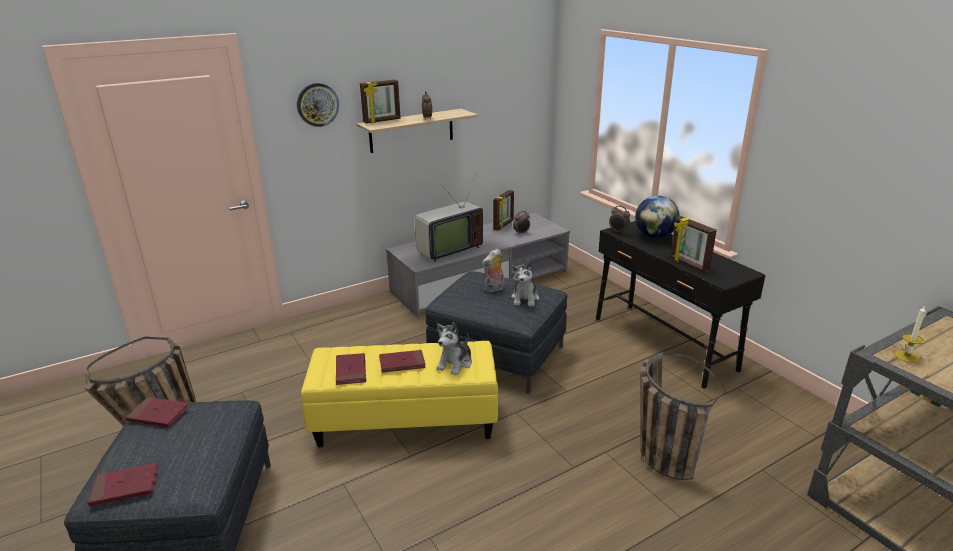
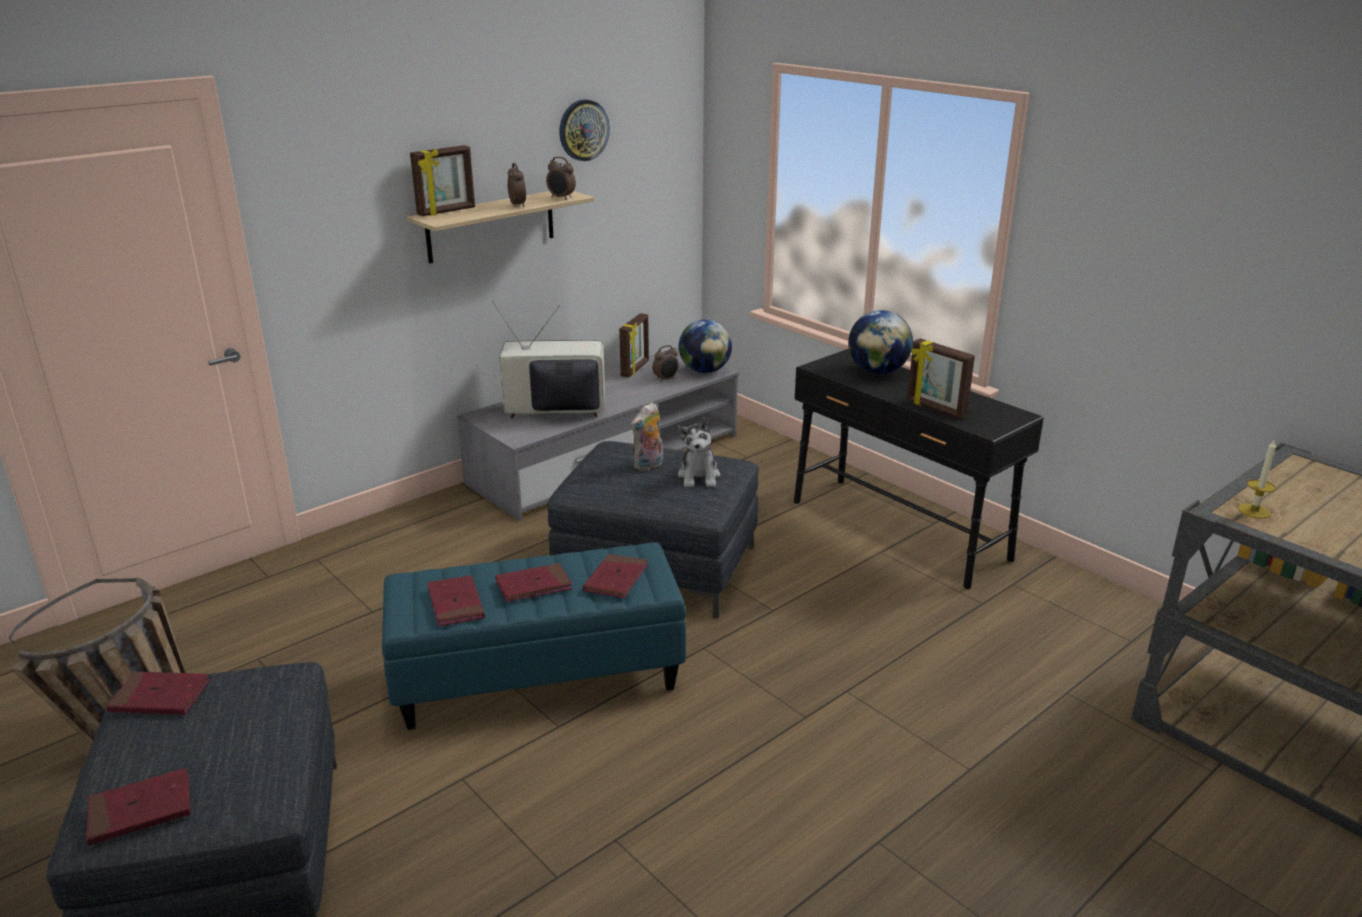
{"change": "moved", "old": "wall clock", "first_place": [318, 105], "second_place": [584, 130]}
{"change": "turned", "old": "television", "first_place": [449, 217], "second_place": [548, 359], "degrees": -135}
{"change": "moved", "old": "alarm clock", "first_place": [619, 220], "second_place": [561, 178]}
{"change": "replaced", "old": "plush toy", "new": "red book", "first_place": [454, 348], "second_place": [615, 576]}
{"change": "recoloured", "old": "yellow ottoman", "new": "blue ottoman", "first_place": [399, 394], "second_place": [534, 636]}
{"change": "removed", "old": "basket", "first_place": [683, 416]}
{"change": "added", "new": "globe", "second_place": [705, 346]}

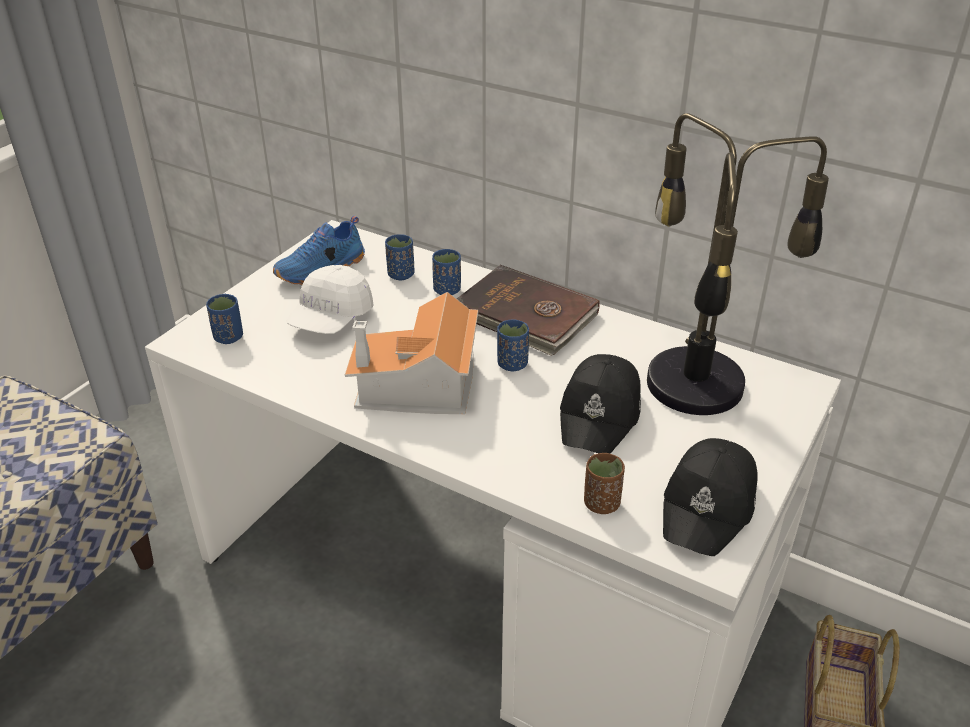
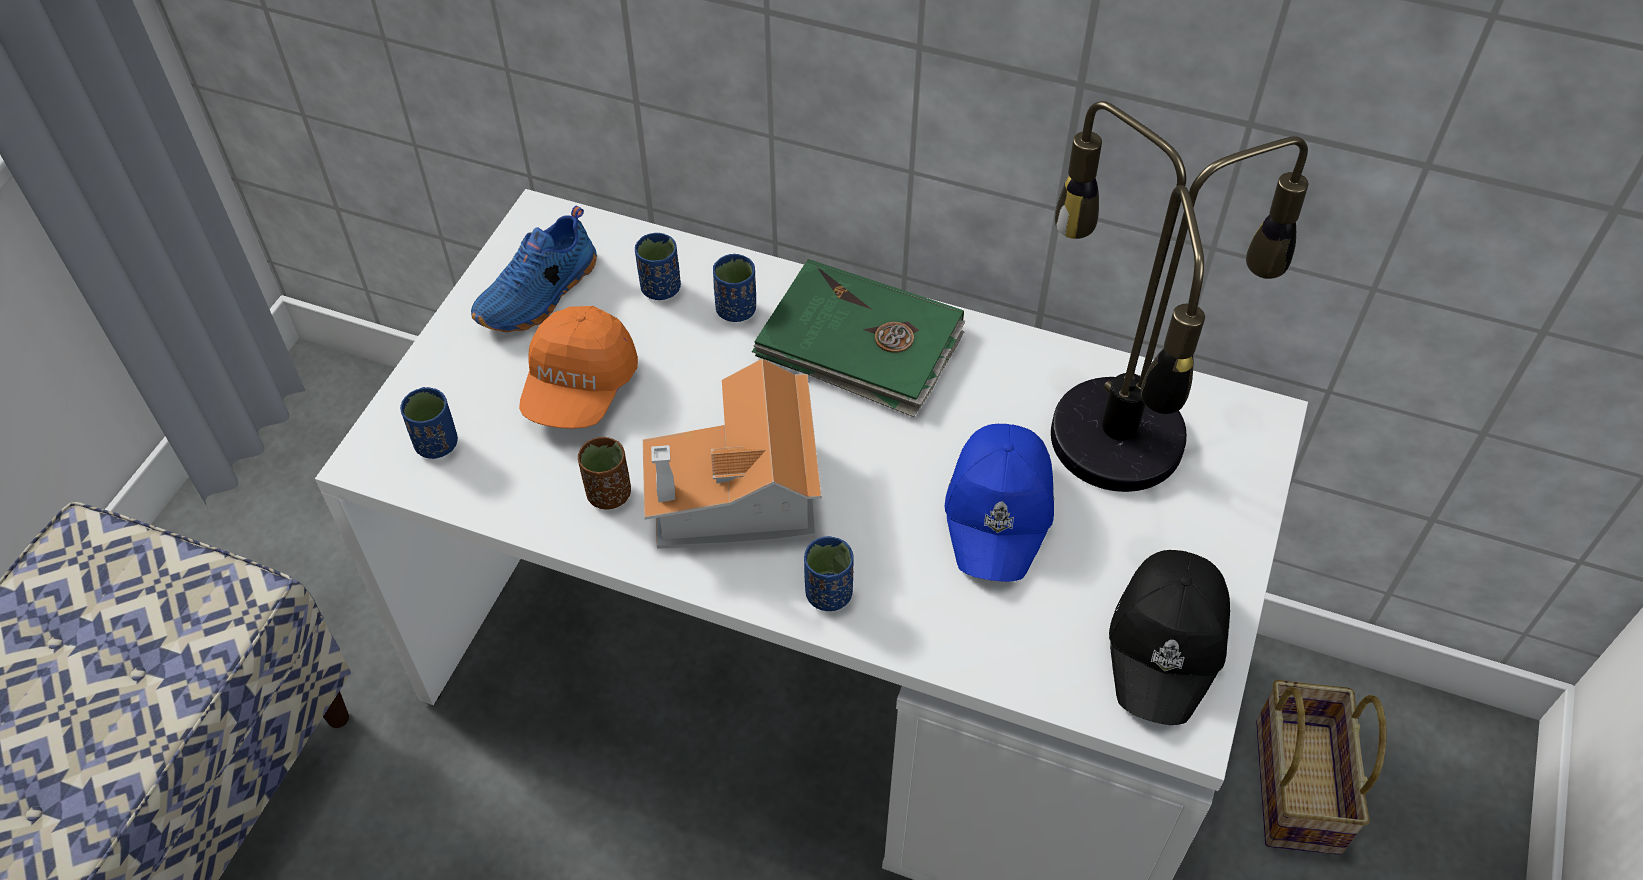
{"change": "recoloured", "old": "white cap", "new": "orange cap", "first_place": [330, 299], "second_place": [578, 367]}
{"change": "recoloured", "old": "brown book", "new": "green book", "first_place": [528, 310], "second_place": [858, 338]}
{"change": "moved", "old": "blue cup", "first_place": [513, 345], "second_place": [829, 573]}
{"change": "recoloured", "old": "black cap", "new": "blue cap", "first_place": [600, 403], "second_place": [999, 503]}
{"change": "moved", "old": "brown cup", "first_place": [604, 483], "second_place": [604, 473]}

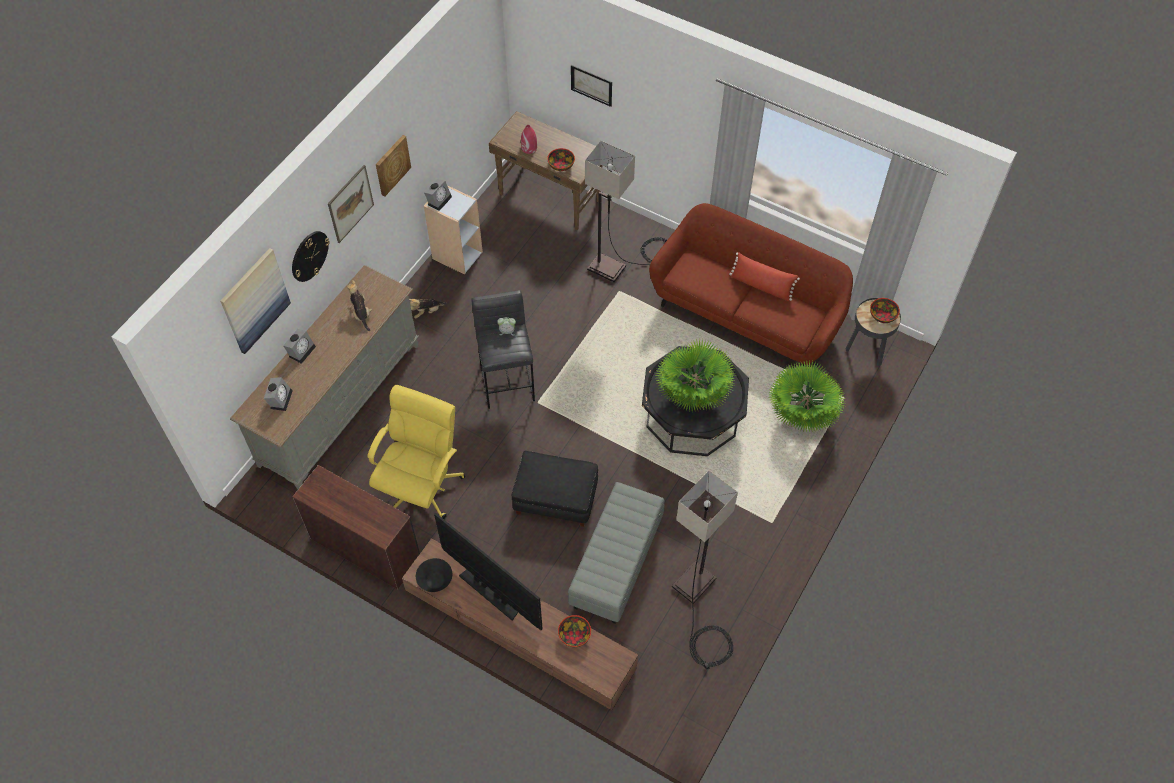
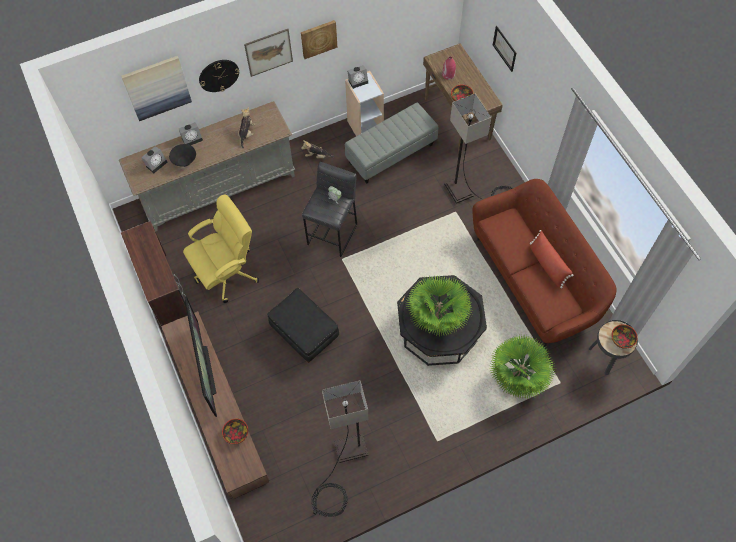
{"change": "moved", "old": "grey ottoman", "first_place": [616, 553], "second_place": [391, 143]}
{"change": "moved", "old": "black bowl", "first_place": [434, 575], "second_place": [182, 155]}

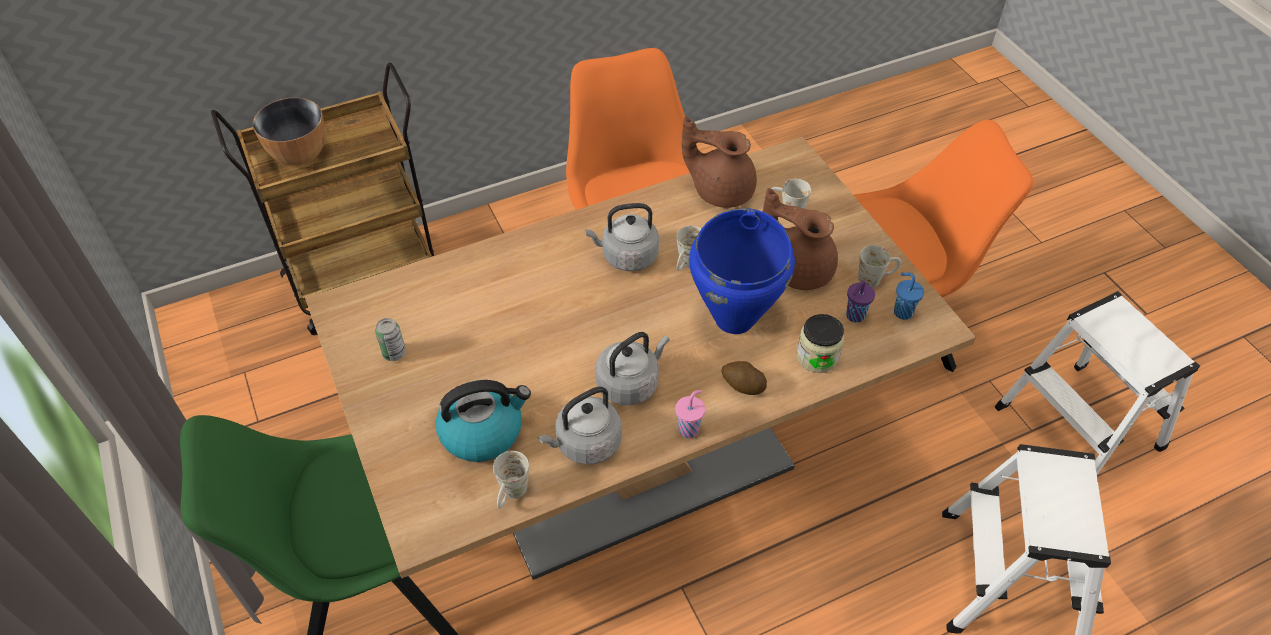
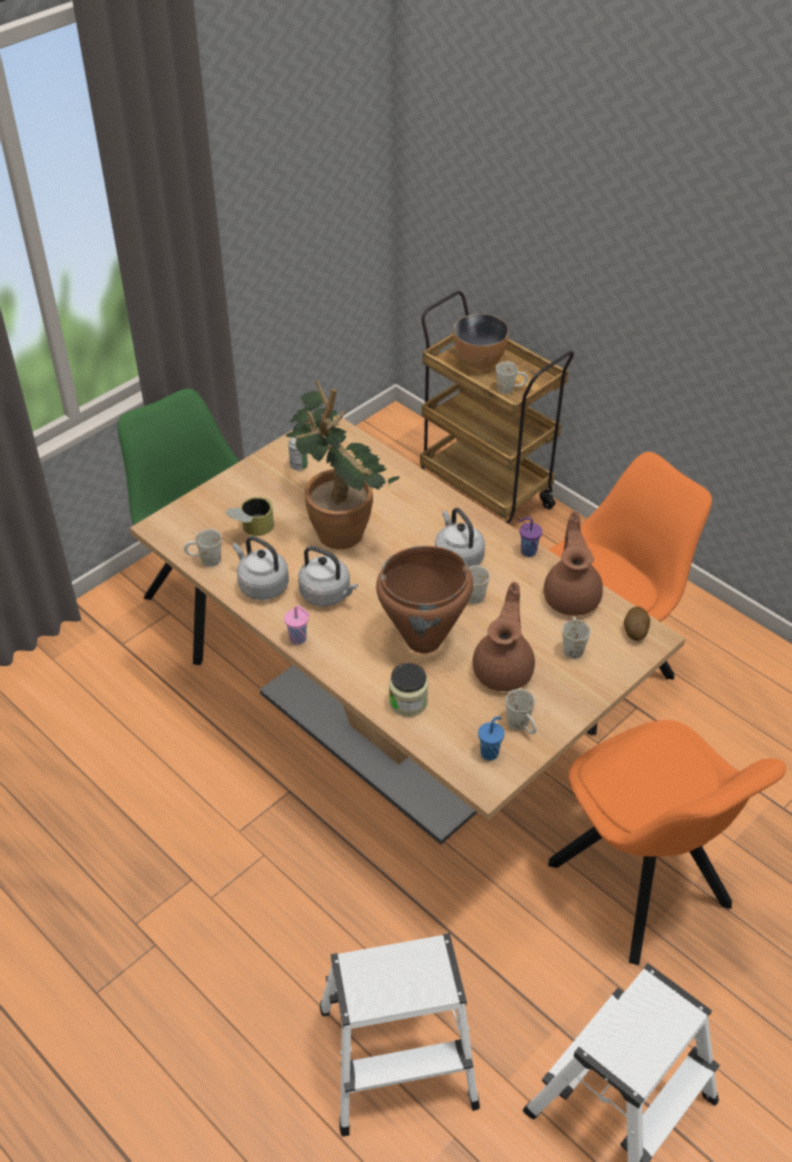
{"change": "recoloured", "old": "blue cooking pot", "new": "brown cooking pot", "first_place": [742, 271], "second_place": [424, 599]}
{"change": "moved", "old": "purple cup", "first_place": [860, 301], "second_place": [530, 537]}
{"change": "moved", "old": "potato", "first_place": [744, 378], "second_place": [637, 623]}
{"change": "replaced", "old": "kettle", "new": "can", "first_place": [483, 421], "second_place": [249, 516]}
{"change": "added", "new": "white mug", "second_place": [512, 378]}
{"change": "added", "new": "potted plant", "second_place": [342, 464]}

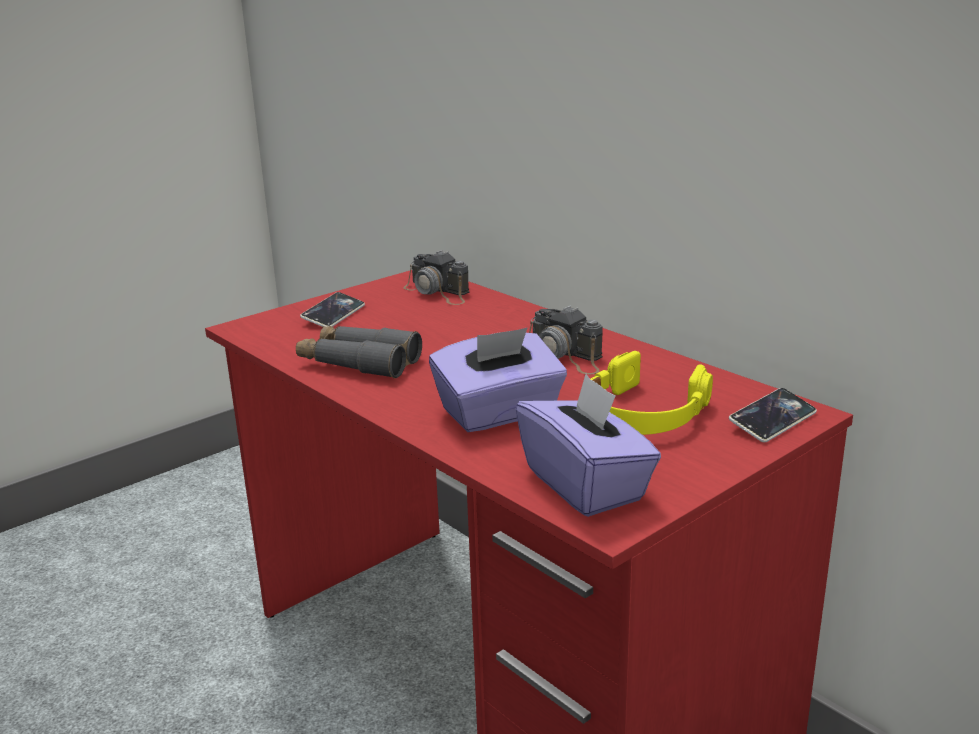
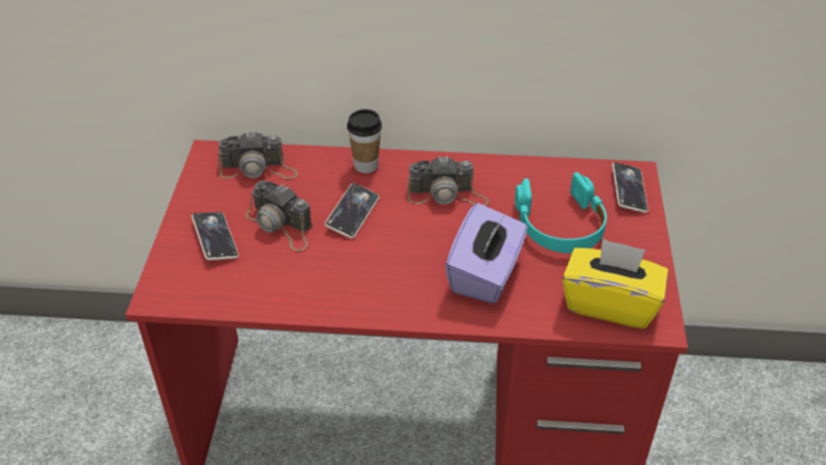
{"change": "removed", "old": "grey binoculars", "first_place": [359, 352]}
{"change": "recoloured", "old": "yellow headphones", "new": "turquoise headphones", "first_place": [651, 393], "second_place": [561, 212]}
{"change": "recoloured", "old": "purple tissue box", "new": "yellow tissue box", "first_place": [588, 445], "second_place": [615, 283]}
{"change": "added", "new": "cup", "second_place": [364, 141]}
{"change": "added", "new": "photo camera", "second_place": [278, 216]}
{"change": "added", "new": "phone", "second_place": [352, 211]}

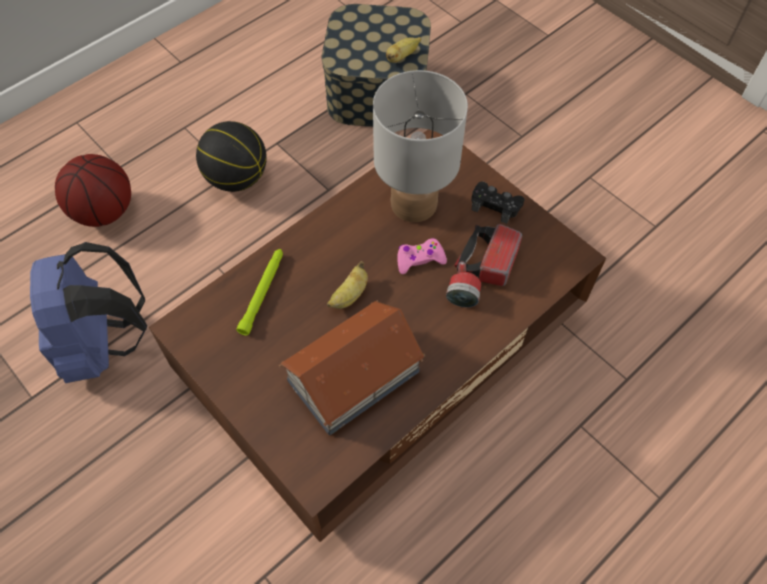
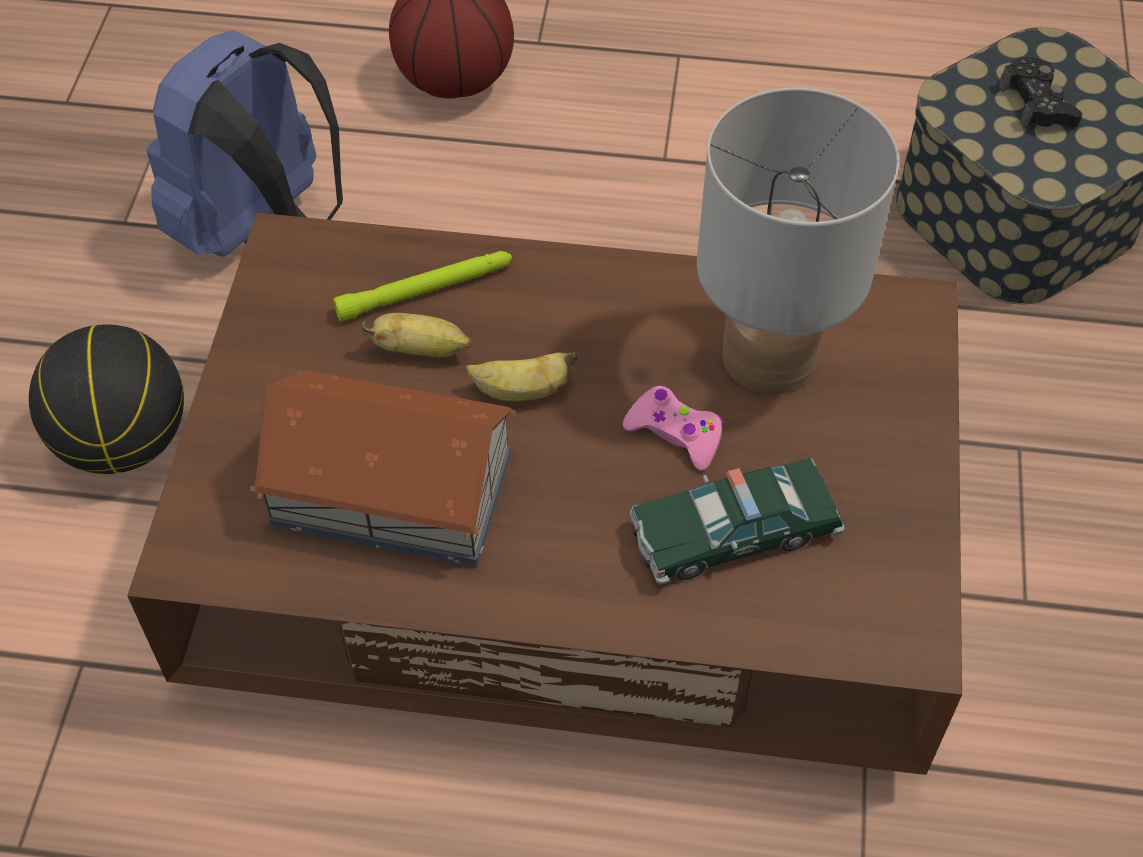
{"change": "moved", "old": "banana", "first_place": [403, 50], "second_place": [416, 335]}
{"change": "moved", "old": "basketball", "first_place": [231, 156], "second_place": [106, 399]}
{"change": "moved", "old": "black game controller", "first_place": [497, 202], "second_place": [1040, 93]}
{"change": "replaced", "old": "flashlight", "new": "toy car", "first_place": [484, 265], "second_place": [737, 521]}

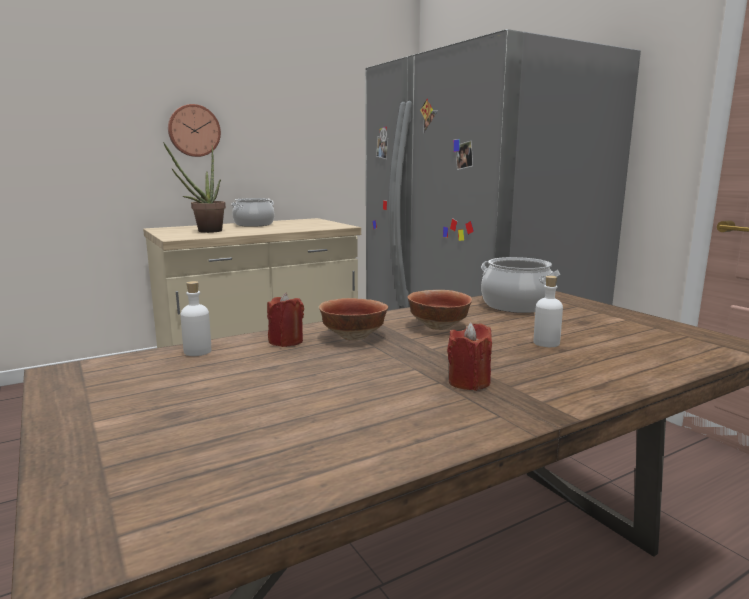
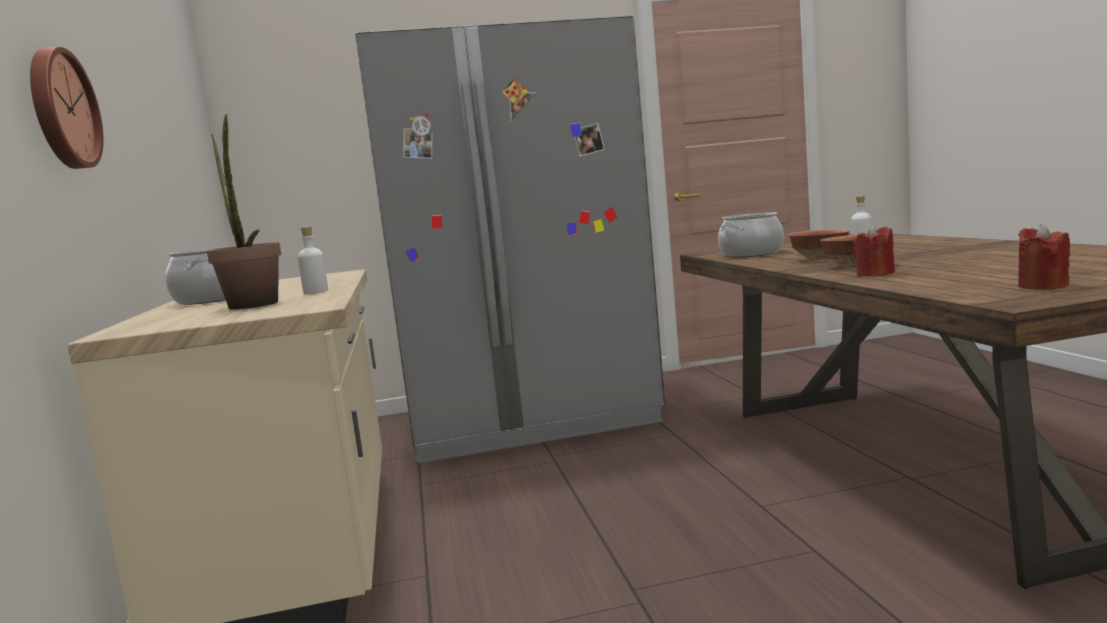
{"change": "moved", "old": "white bottle", "first_place": [196, 318], "second_place": [313, 260]}
{"change": "moved", "old": "red candle", "first_place": [469, 356], "second_place": [1044, 257]}

